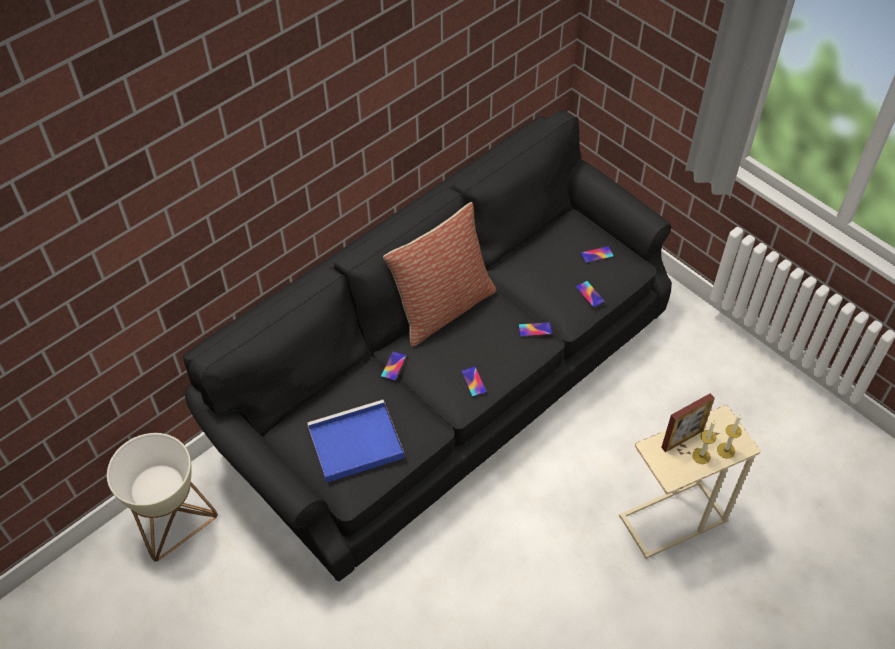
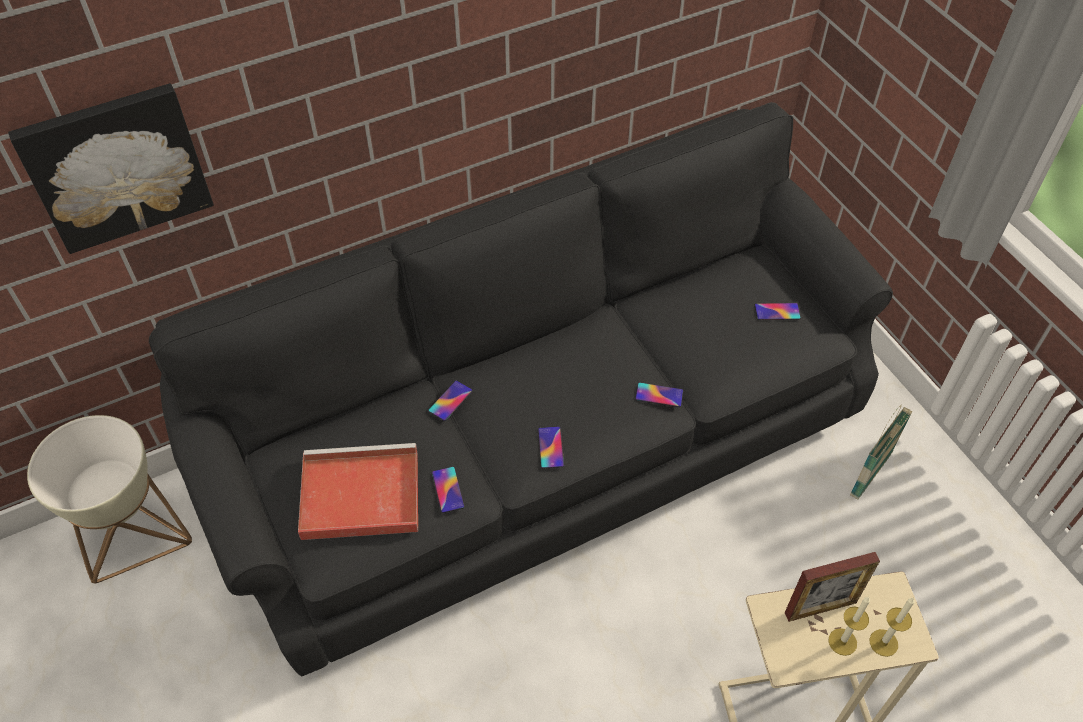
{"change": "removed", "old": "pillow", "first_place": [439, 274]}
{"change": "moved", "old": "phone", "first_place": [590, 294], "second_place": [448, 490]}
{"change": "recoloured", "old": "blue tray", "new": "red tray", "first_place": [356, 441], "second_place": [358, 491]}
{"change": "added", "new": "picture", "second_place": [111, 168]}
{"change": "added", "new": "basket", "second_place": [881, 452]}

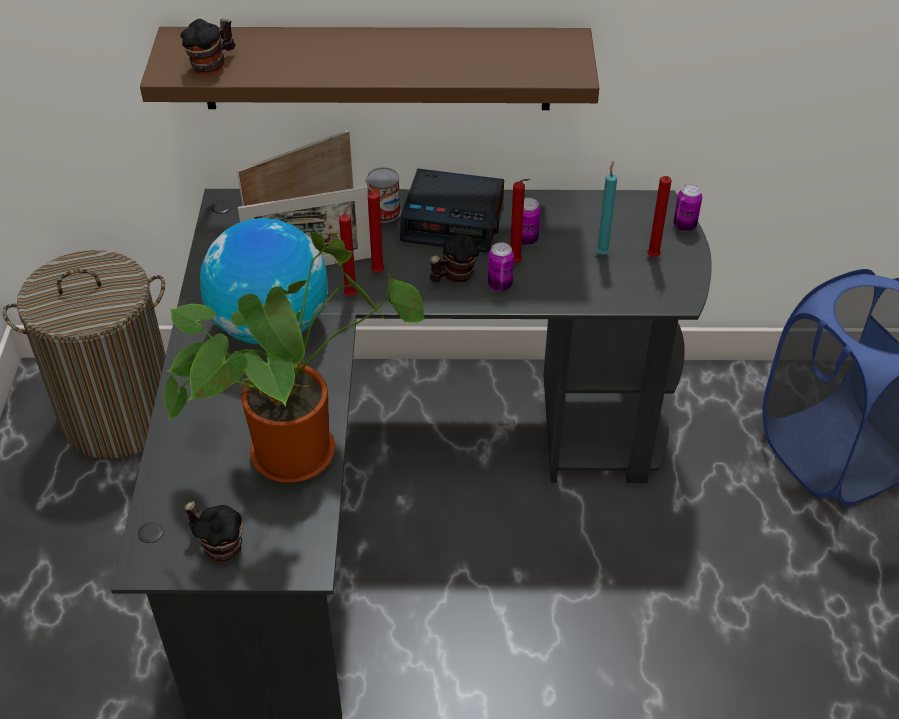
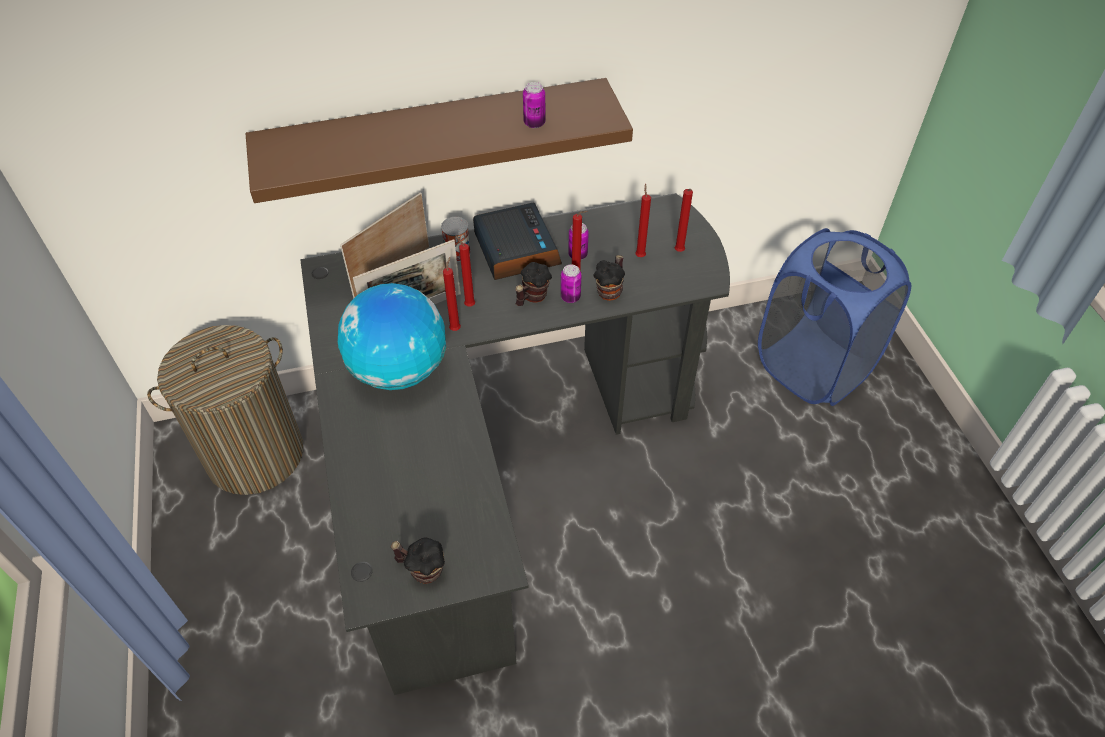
{"change": "moved", "old": "mug", "first_place": [208, 47], "second_place": [609, 278]}
{"change": "recoloured", "old": "turquoise candle", "new": "red candle", "first_place": [606, 208], "second_place": [643, 220]}
{"change": "turned", "old": "alarm clock", "first_place": [452, 210], "second_place": [517, 241], "degrees": -105}
{"change": "moved", "old": "can", "first_place": [687, 207], "second_place": [534, 105]}
{"change": "removed", "old": "potted plant", "first_place": [294, 357]}

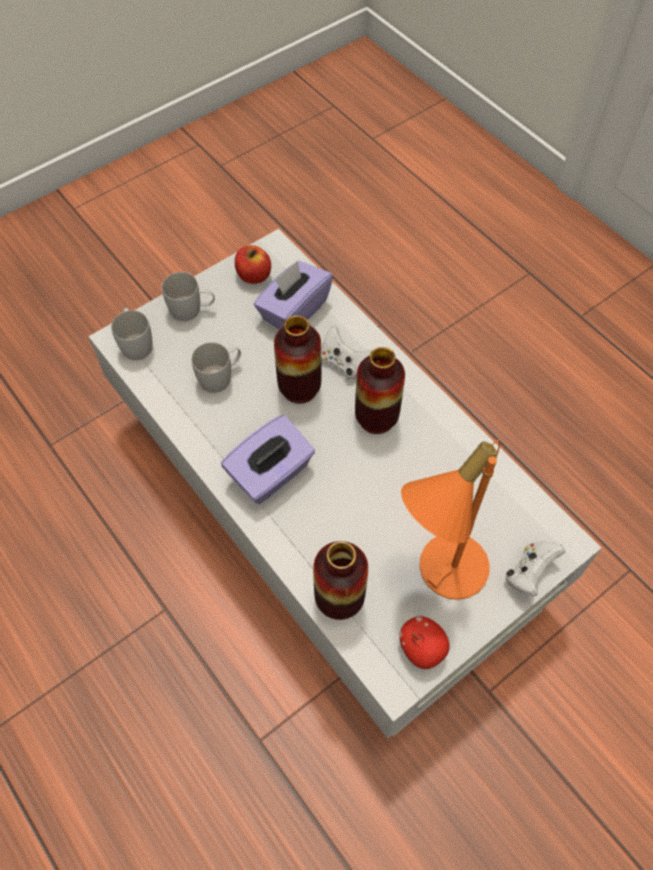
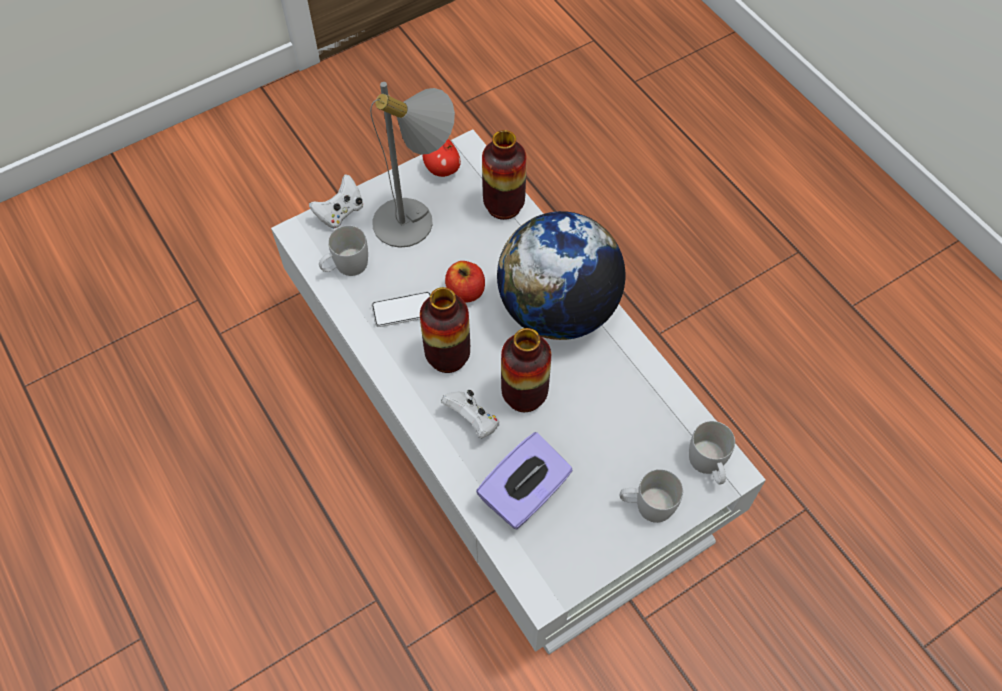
{"change": "moved", "old": "apple", "first_place": [253, 264], "second_place": [465, 281]}
{"change": "moved", "old": "white mug", "first_place": [216, 367], "second_place": [343, 250]}
{"change": "replaced", "old": "purple tissue box", "new": "globe", "first_place": [268, 459], "second_place": [561, 275]}
{"change": "recoloured", "old": "orange table lamp", "new": "grey table lamp", "first_place": [451, 520], "second_place": [412, 165]}
{"change": "added", "new": "phone", "second_place": [401, 309]}

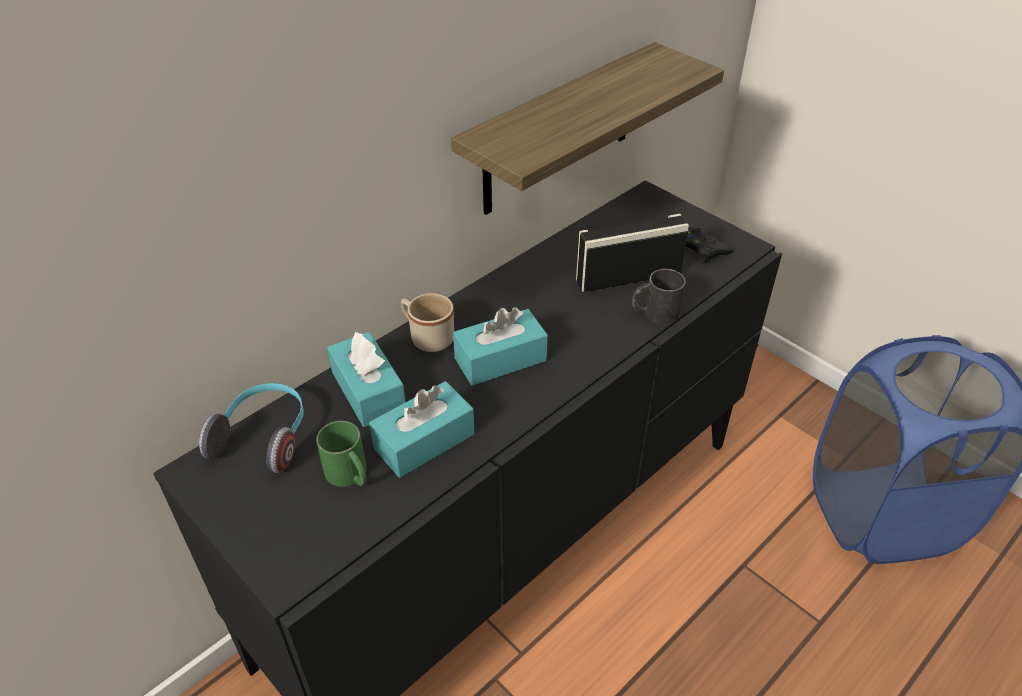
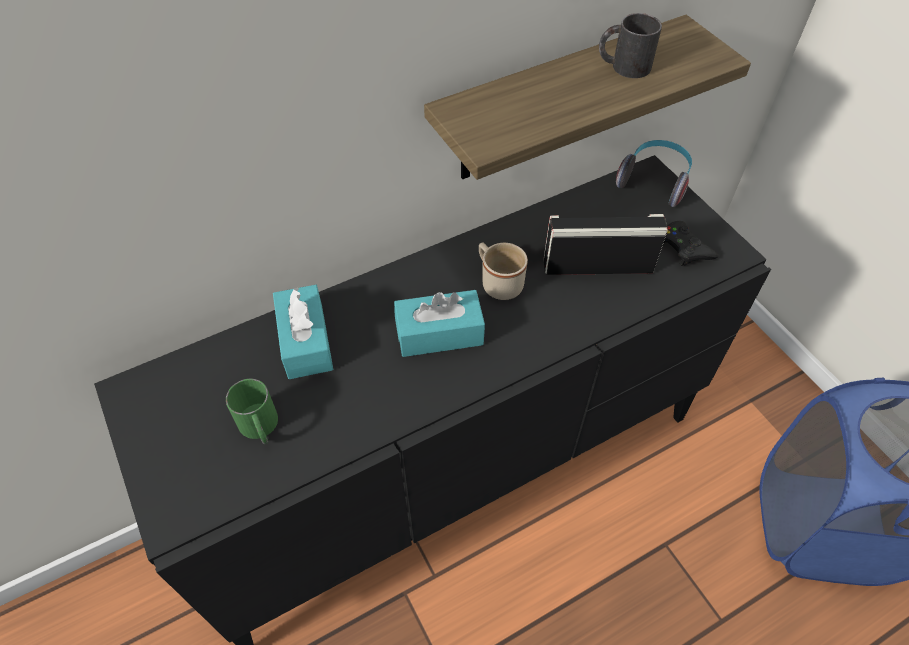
{"change": "moved", "old": "black mug", "first_place": [659, 296], "second_place": [630, 45]}
{"change": "moved", "old": "beige mug", "first_place": [427, 322], "second_place": [503, 271]}
{"change": "removed", "old": "turquoise tissue box", "first_place": [421, 429]}
{"change": "moved", "old": "headphones", "first_place": [251, 428], "second_place": [654, 173]}

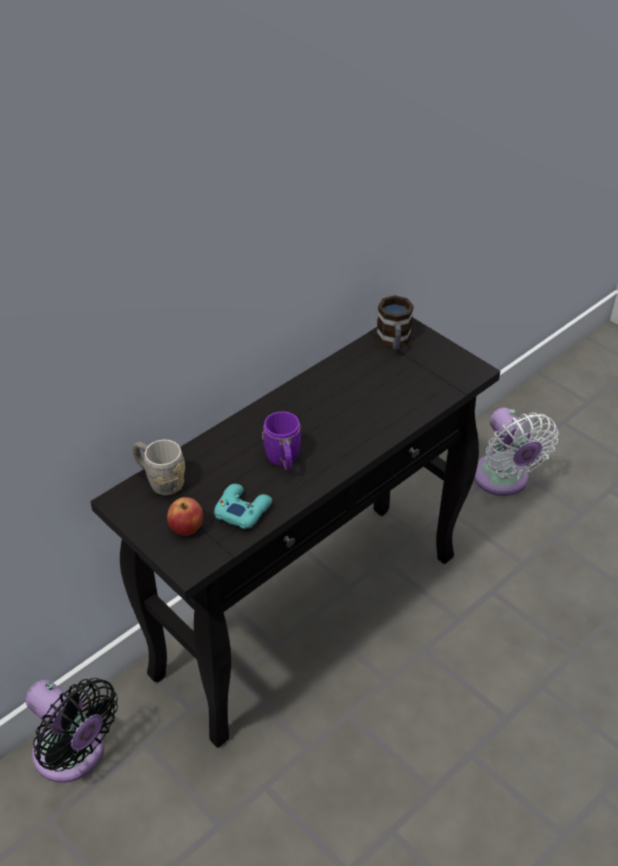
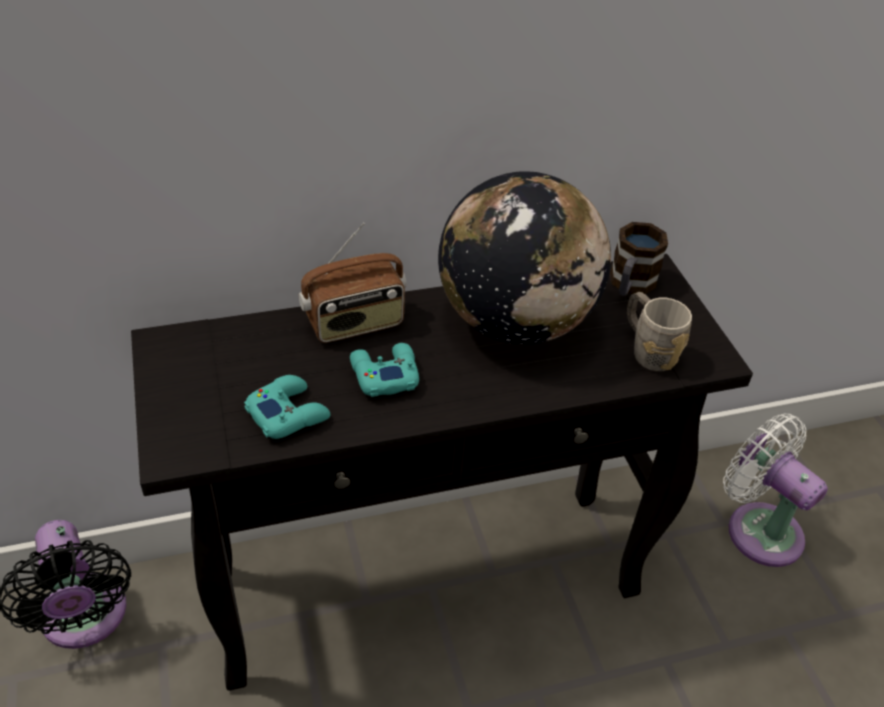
{"change": "turned", "old": "white fan", "first_place": [516, 451], "second_place": [775, 490], "degrees": 135}
{"change": "replaced", "old": "purple mug", "new": "turquoise game controller", "first_place": [281, 440], "second_place": [384, 370]}
{"change": "moved", "old": "grey mug", "first_place": [158, 467], "second_place": [659, 331]}
{"change": "removed", "old": "apple", "first_place": [185, 516]}
{"change": "added", "new": "globe", "second_place": [524, 257]}
{"change": "added", "new": "radio", "second_place": [352, 283]}

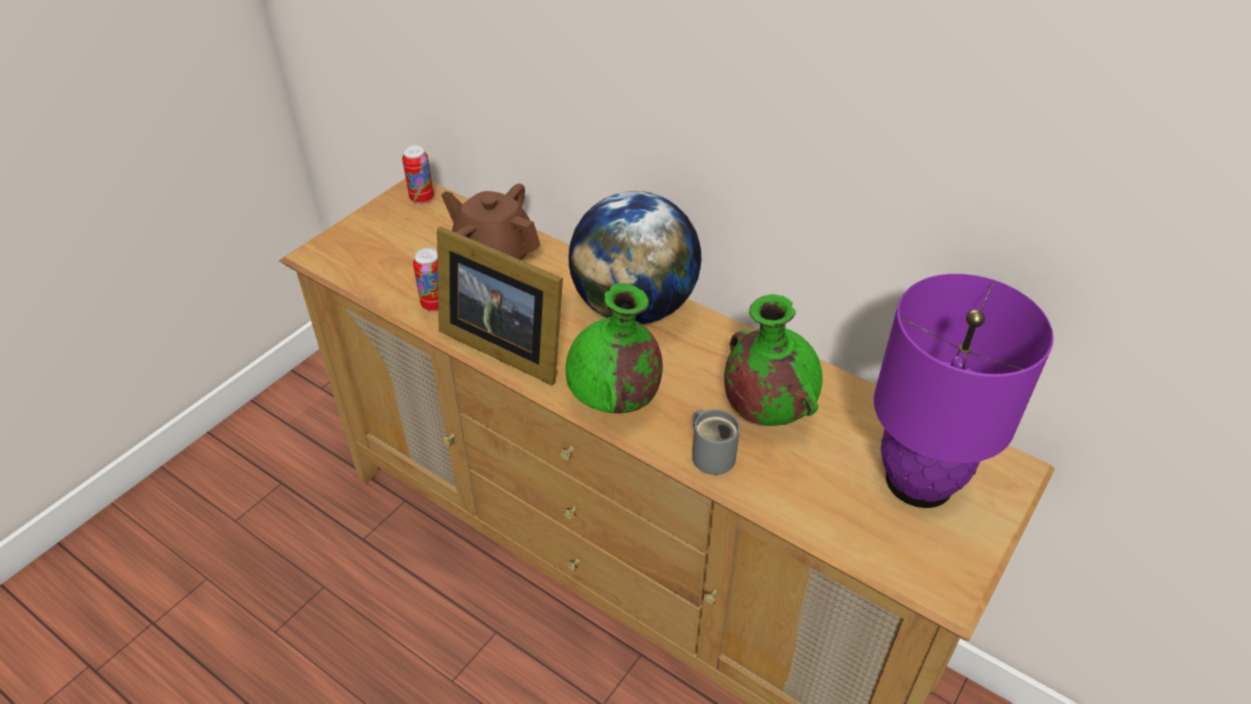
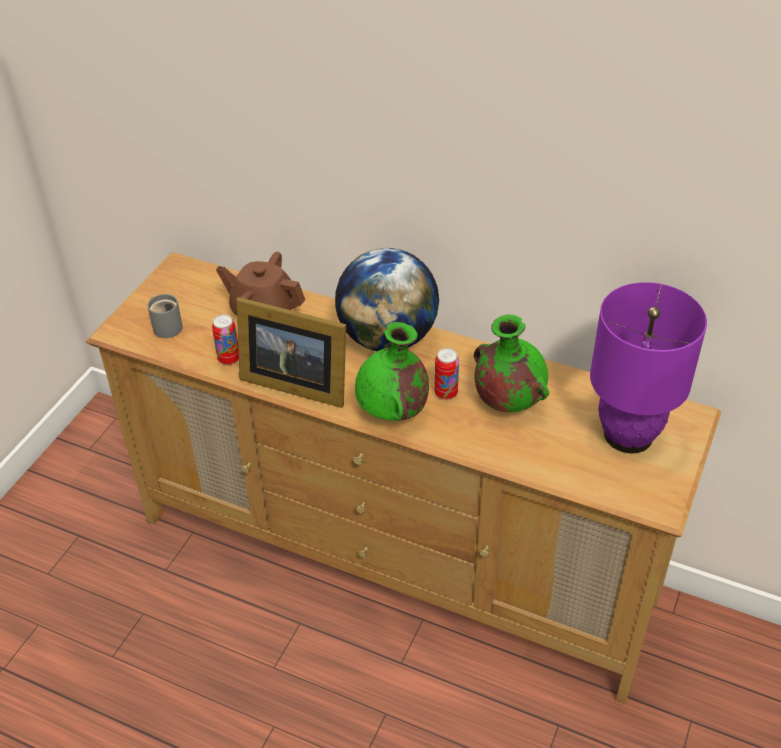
{"change": "moved", "old": "can", "first_place": [418, 174], "second_place": [447, 374]}
{"change": "moved", "old": "grey mug", "first_place": [716, 442], "second_place": [165, 316]}

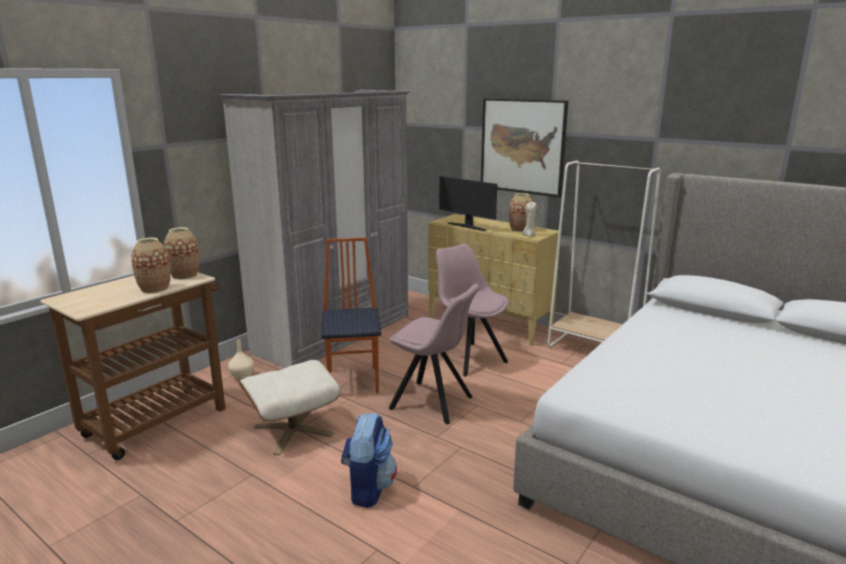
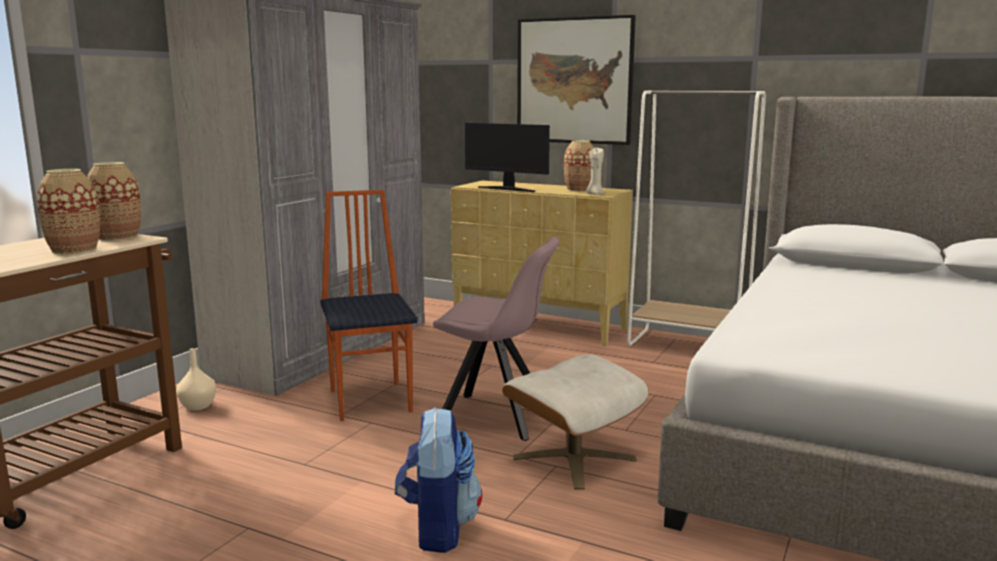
{"change": "removed", "old": "pink chair", "first_place": [472, 310]}
{"change": "moved", "old": "beige ottoman", "first_place": [290, 407], "second_place": [575, 422]}

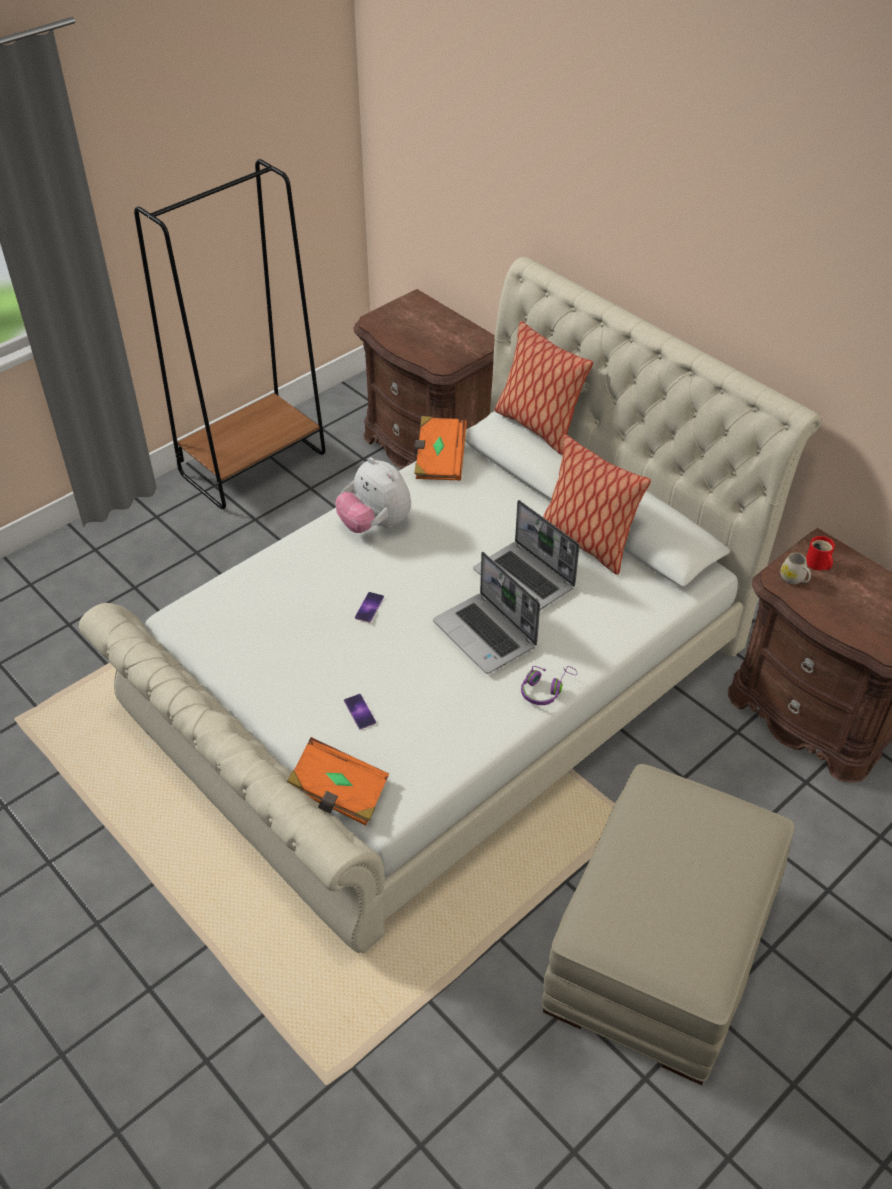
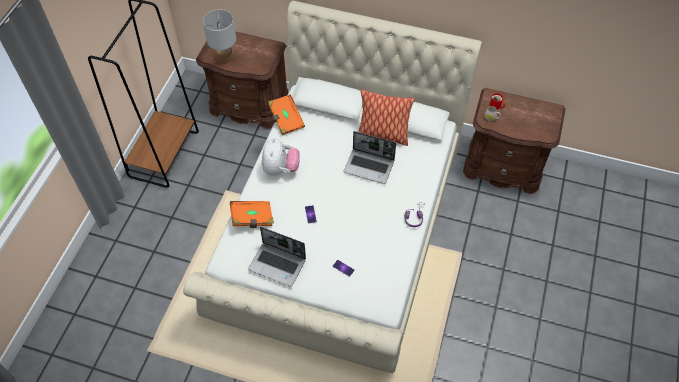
{"change": "removed", "old": "pillow", "first_place": [544, 388]}
{"change": "turned", "old": "plush toy", "first_place": [373, 495], "second_place": [281, 157], "degrees": -105}
{"change": "moved", "old": "laptop", "first_place": [486, 613], "second_place": [277, 257]}
{"change": "moved", "old": "orange book", "first_place": [338, 781], "second_place": [252, 214]}
{"change": "removed", "old": "beige ottoman", "first_place": [668, 924]}
{"change": "added", "new": "grey table lamp", "second_place": [219, 36]}

